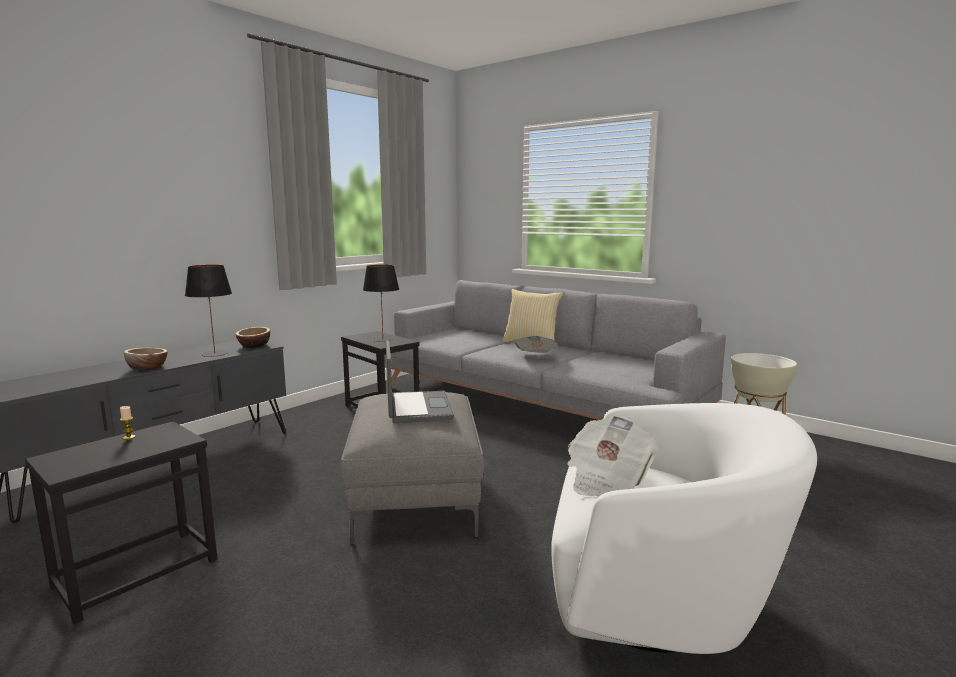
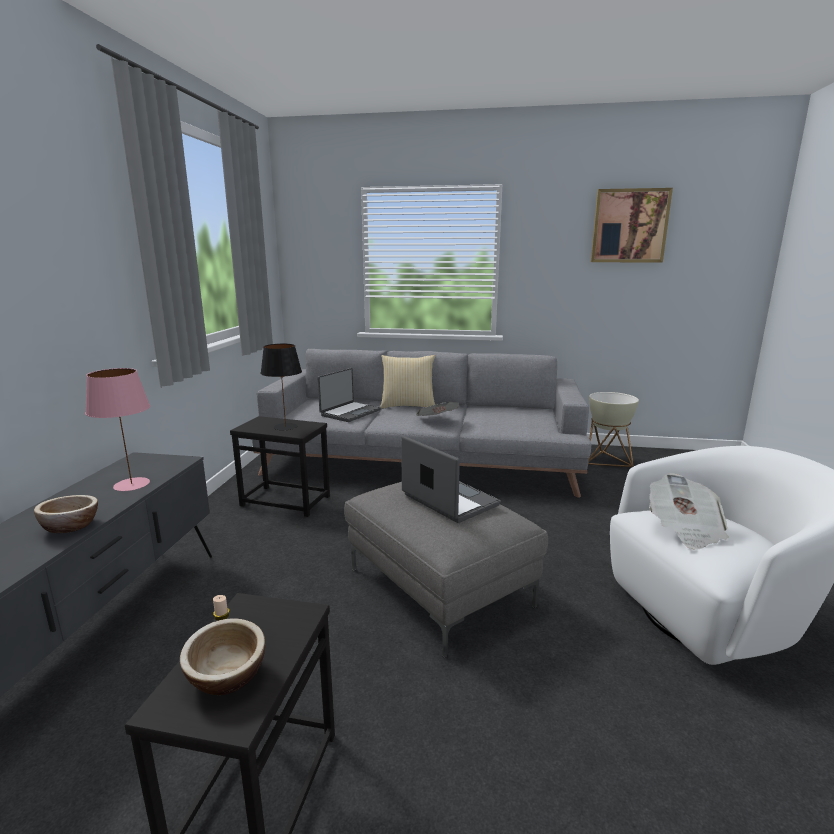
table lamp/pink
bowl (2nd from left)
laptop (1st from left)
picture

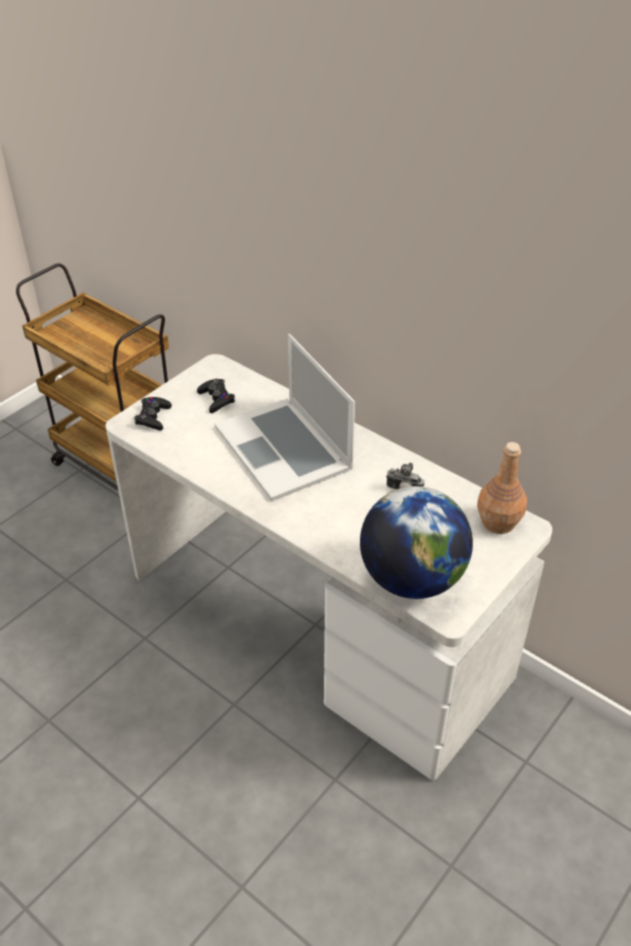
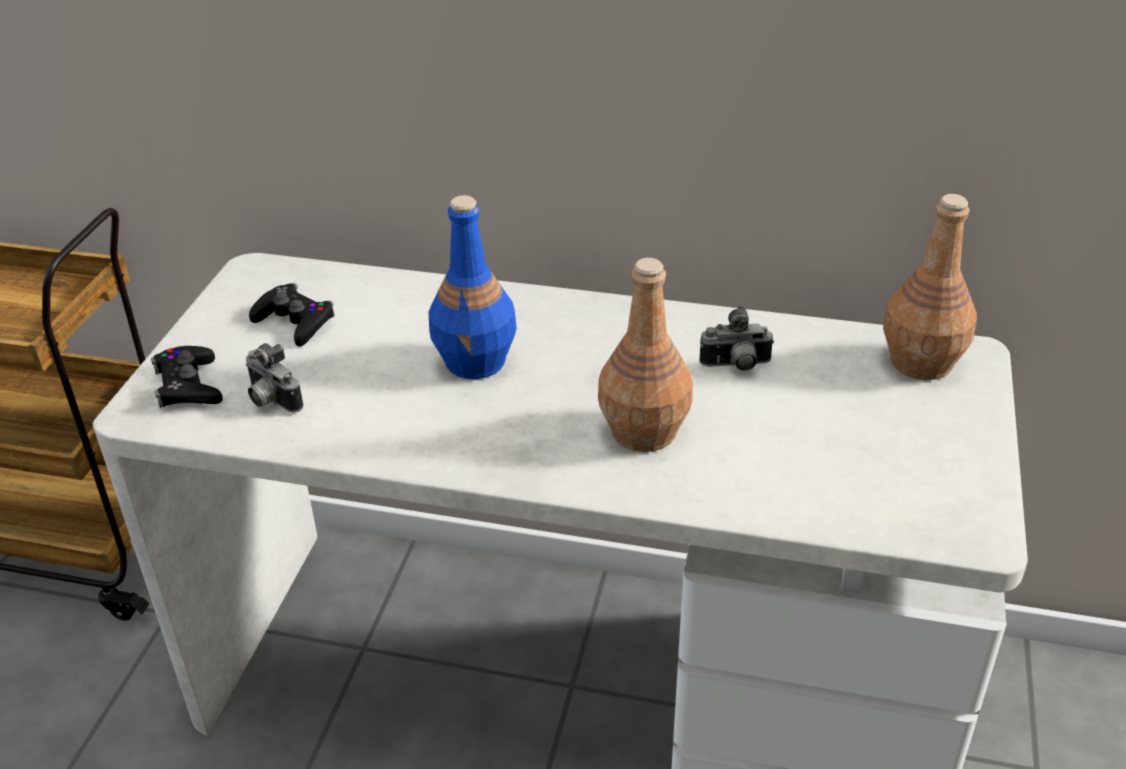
photo camera (1st from left)
bottle/blue
bottle/brown (1st from left)
globe

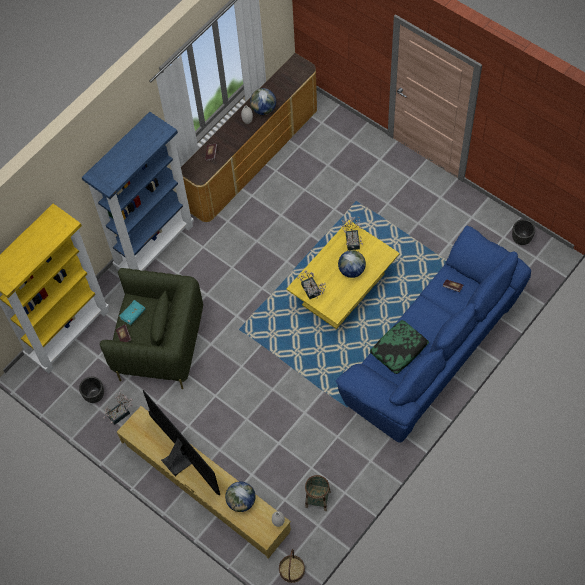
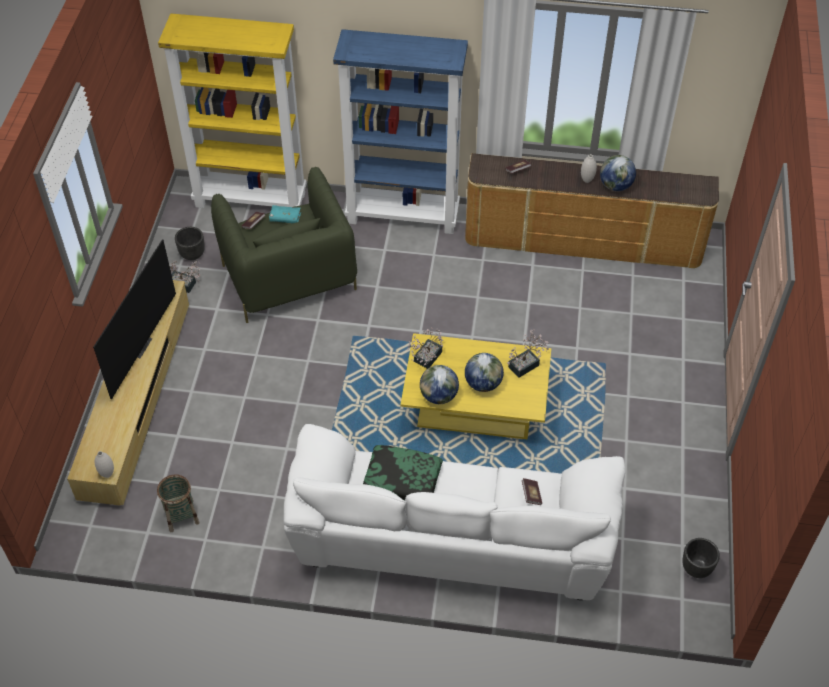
sofa/white
globe (1st from left)
basket (1st from left in the first image)

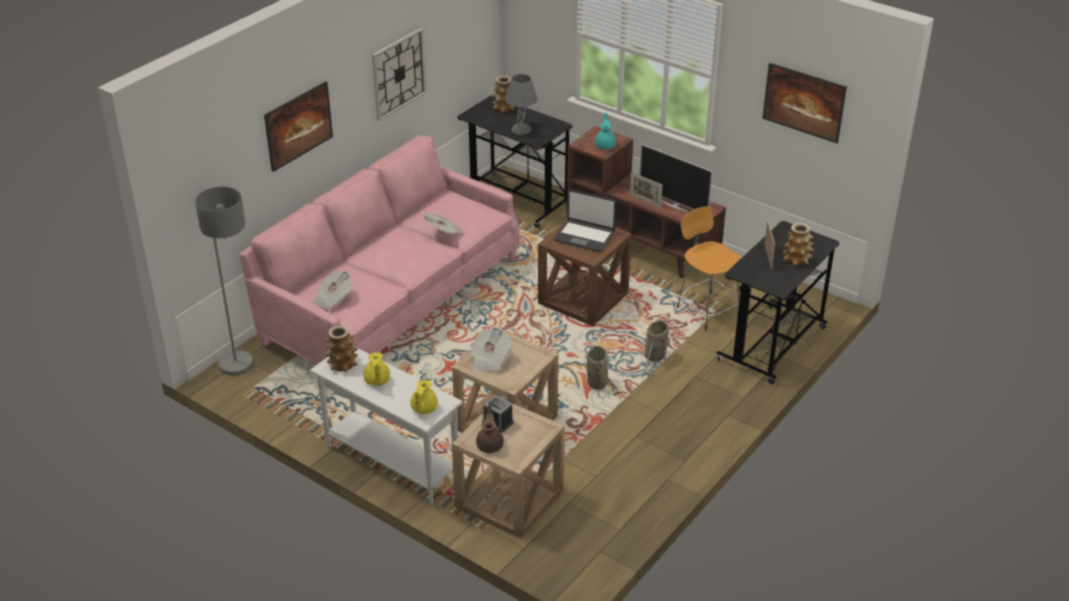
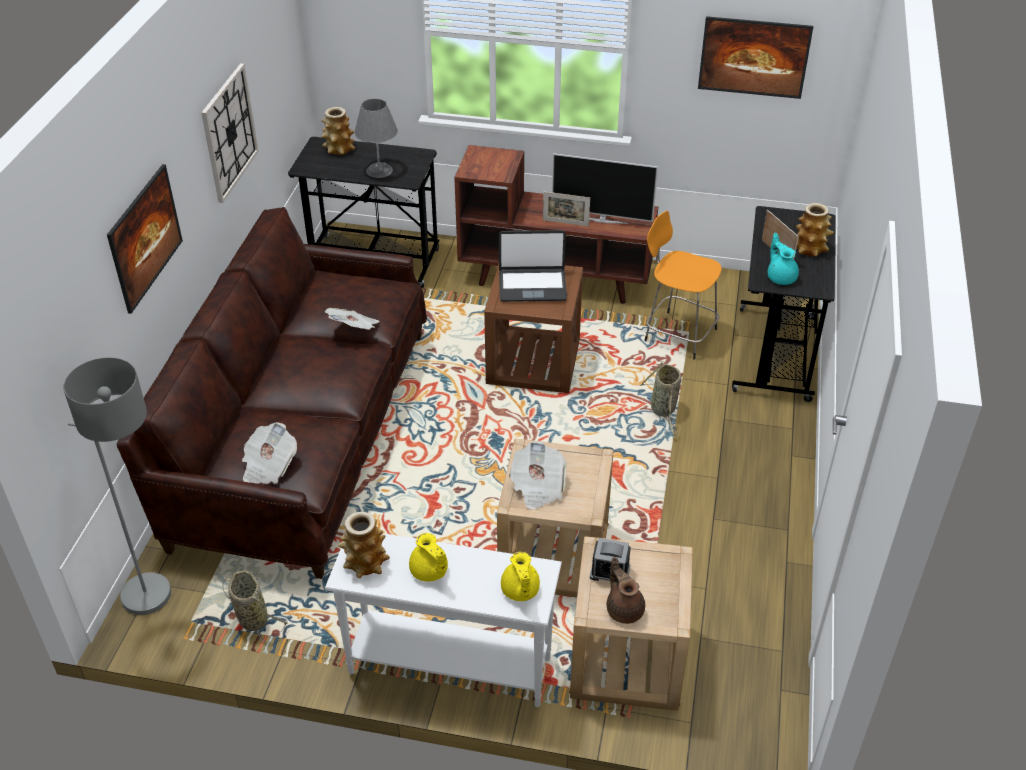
sofa/brown
basket (1st from left)
teapot/turquoise

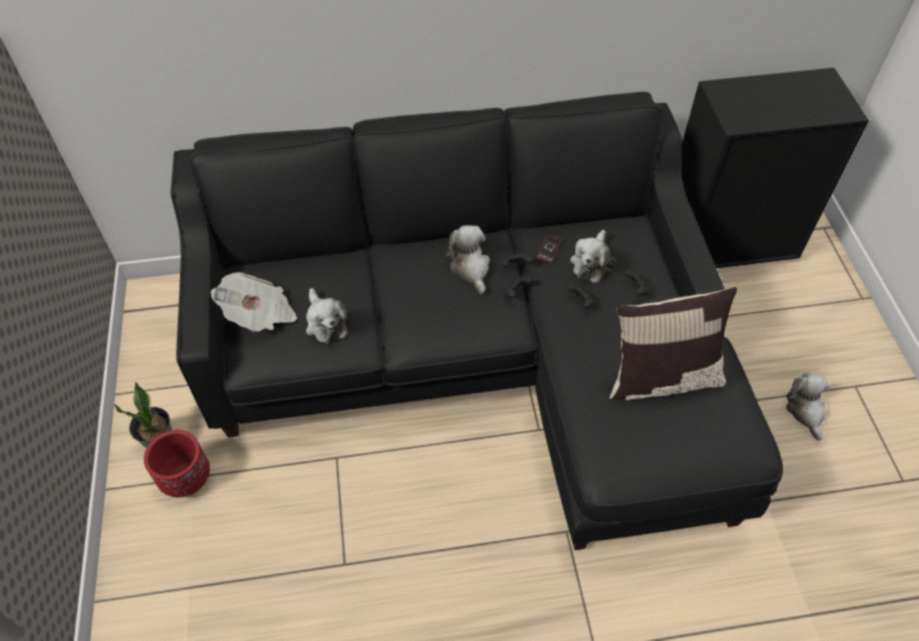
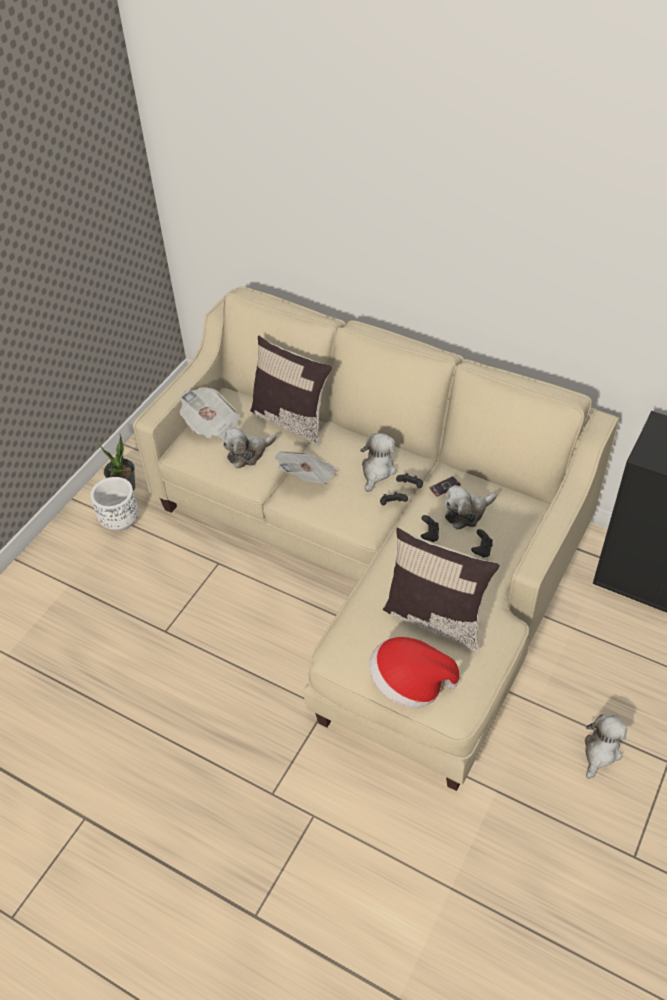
planter/white
sofa/beige
plush toy (1st from left)
pillow (1st from left)
newspaper (2nd from left)
hat

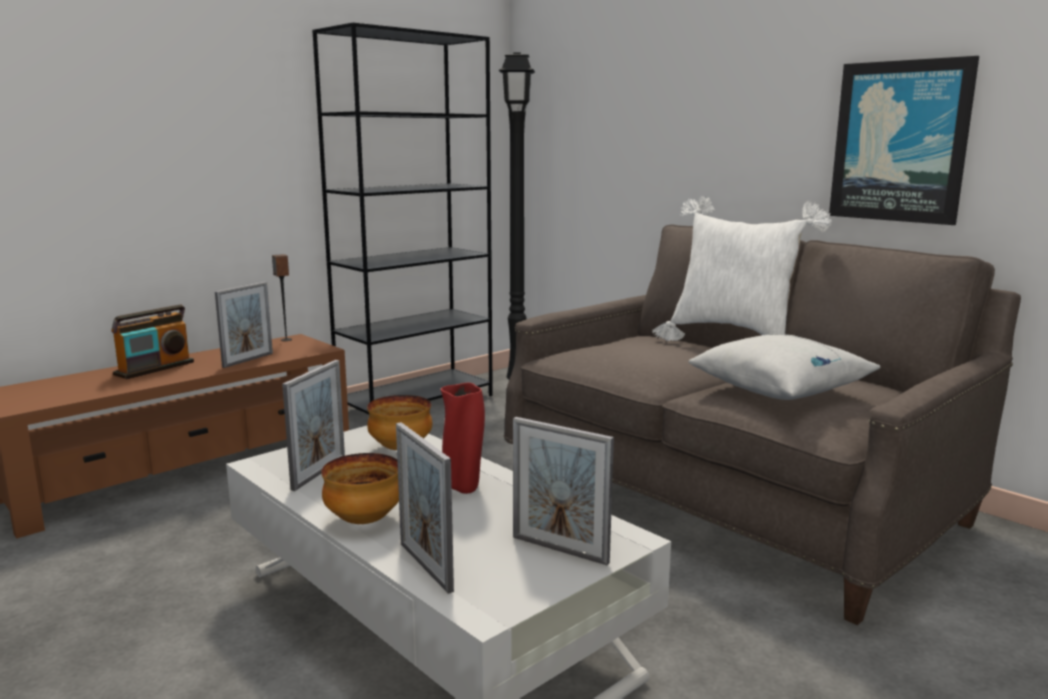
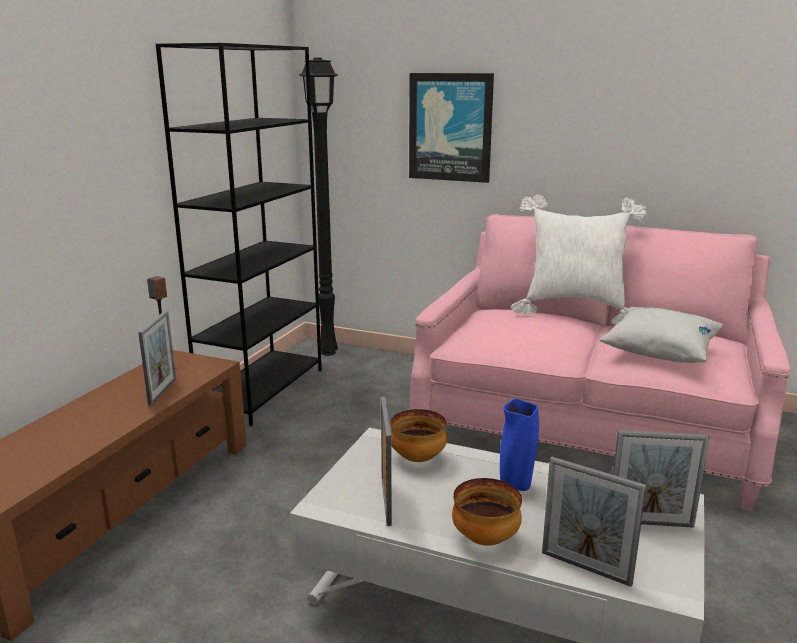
picture
sofa/pink
vase/blue
radio

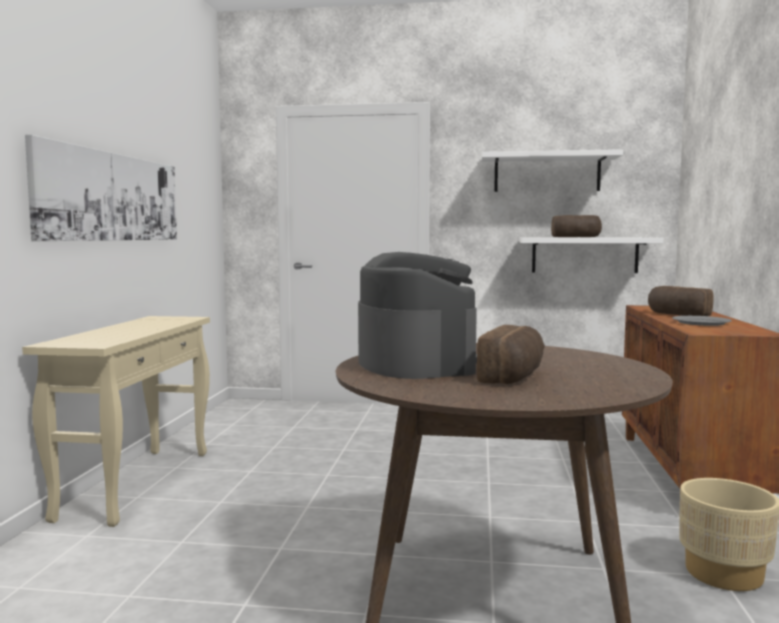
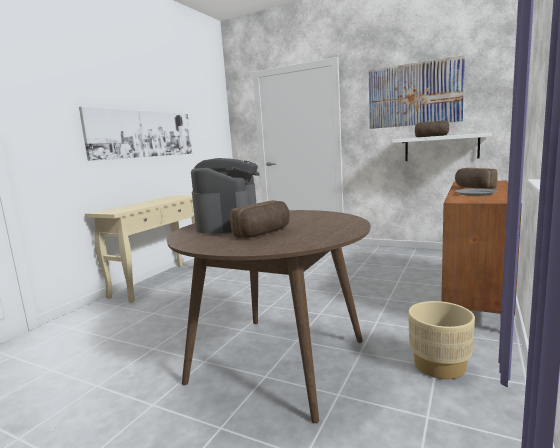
picture (2nd from left)

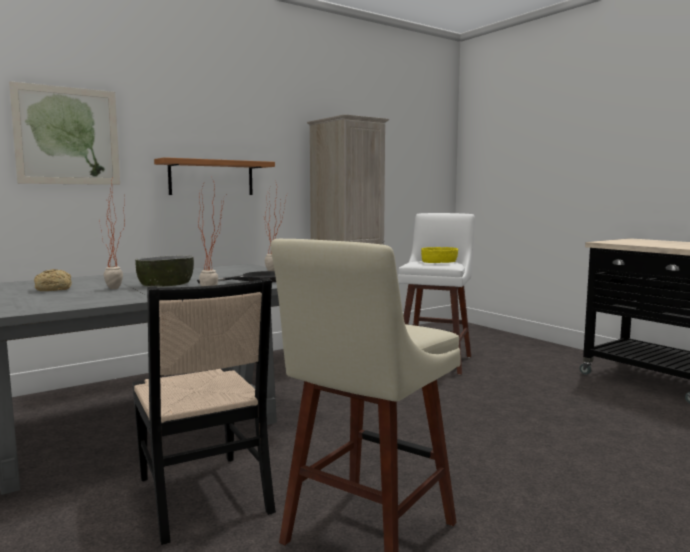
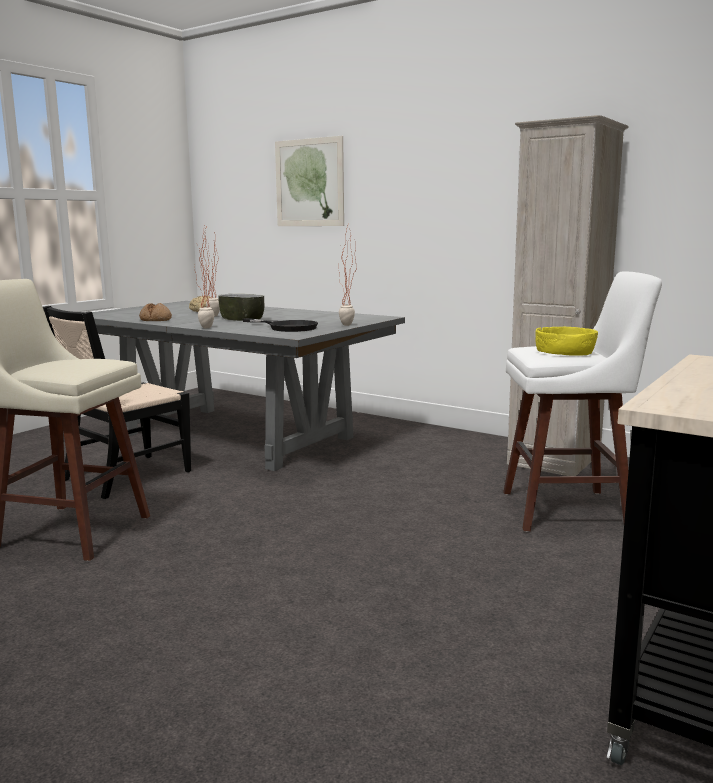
bread (1st from left)
shelf

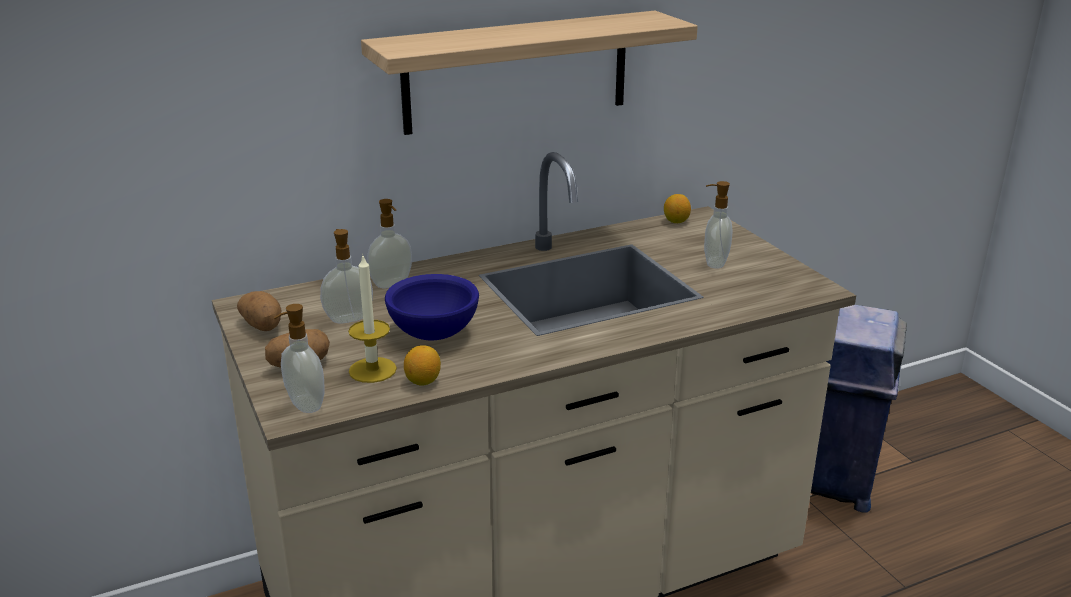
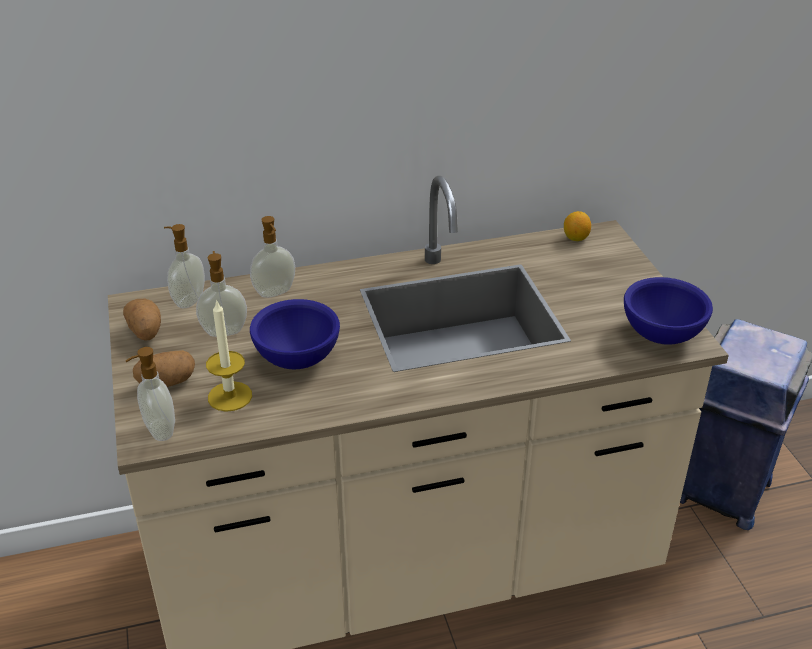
soap dispenser (2nd from left)
bowl/blue (2nd from left)
shelf
lemon (1st from left in the first image)

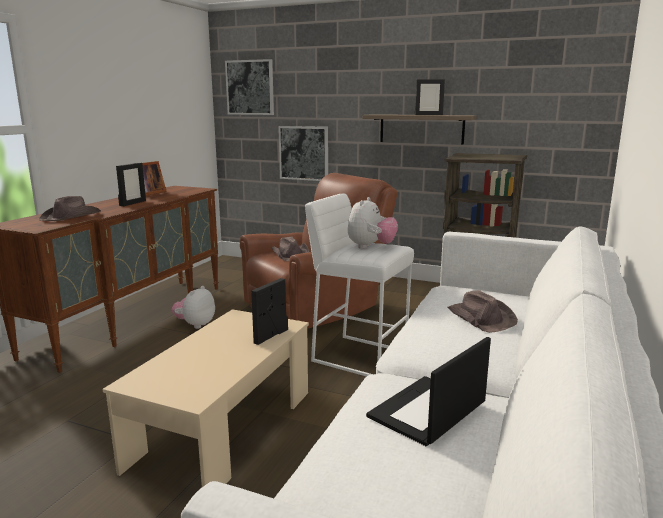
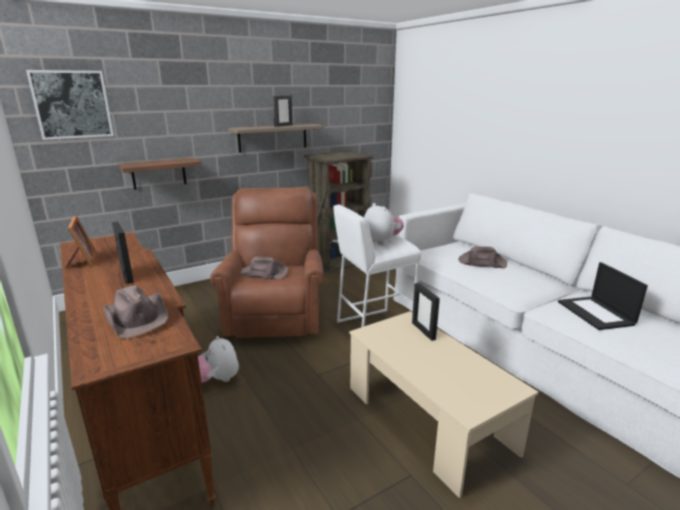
shelf (1st from left)

